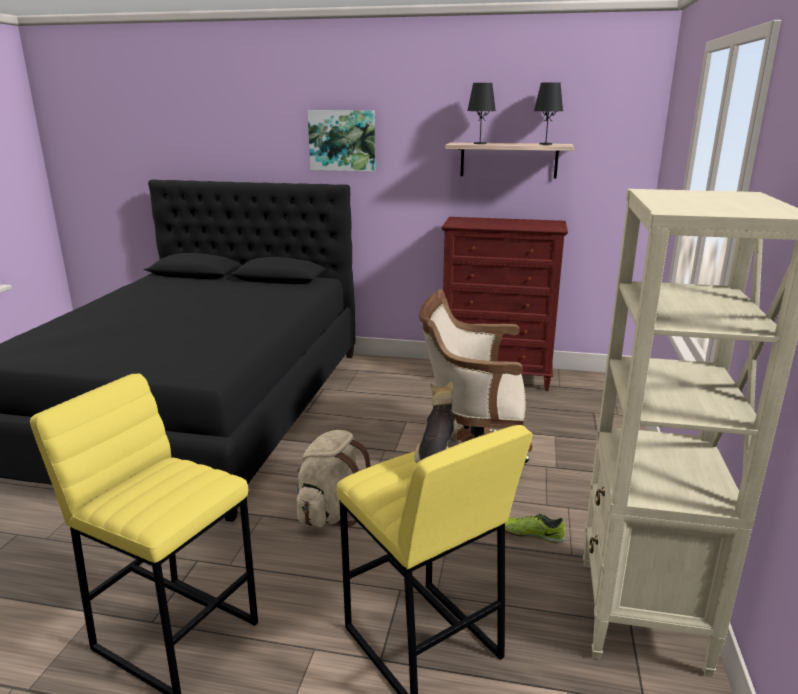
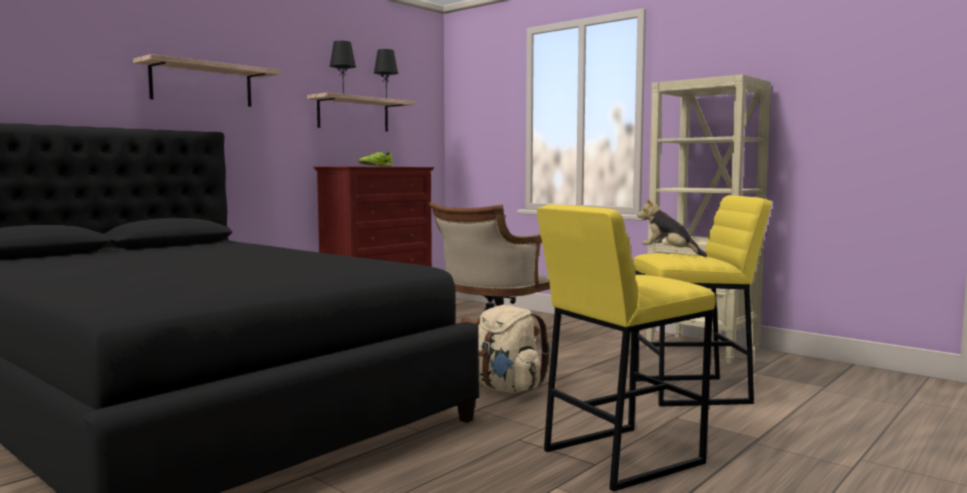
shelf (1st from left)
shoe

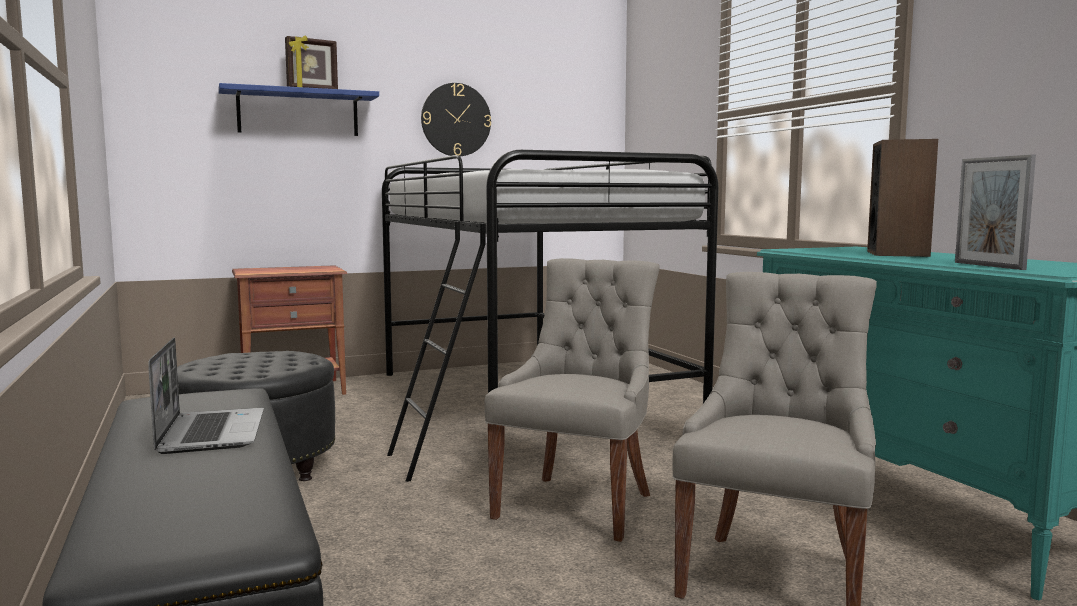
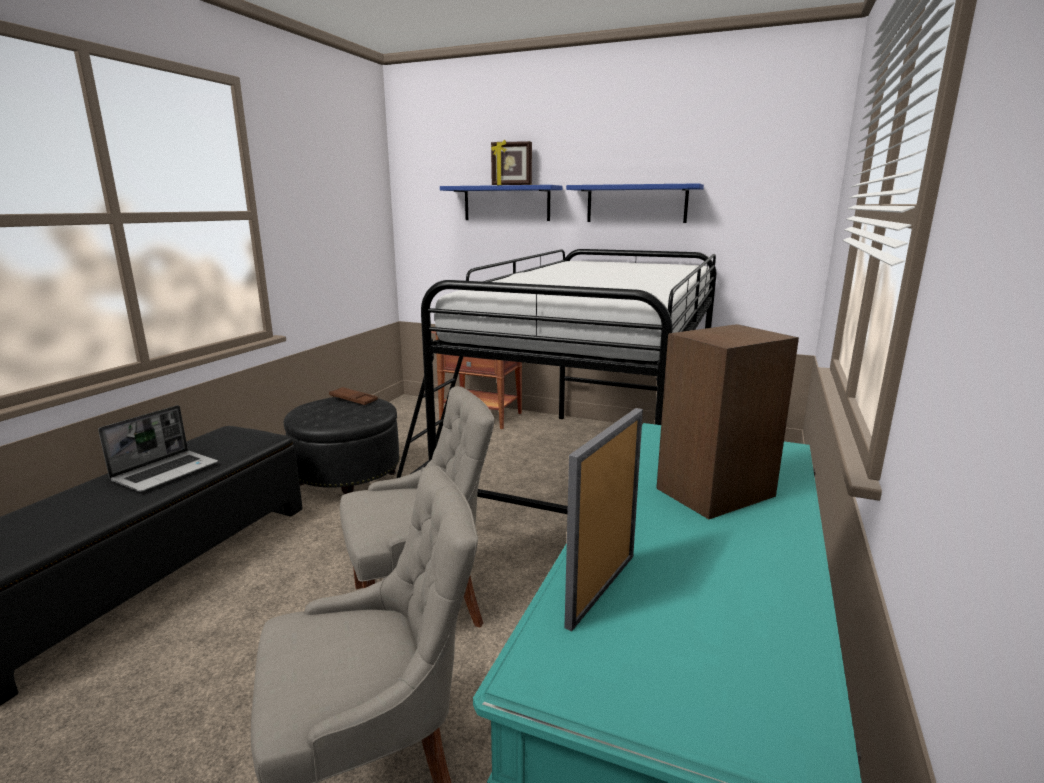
tray/brown
shelf/blue (2nd from left)

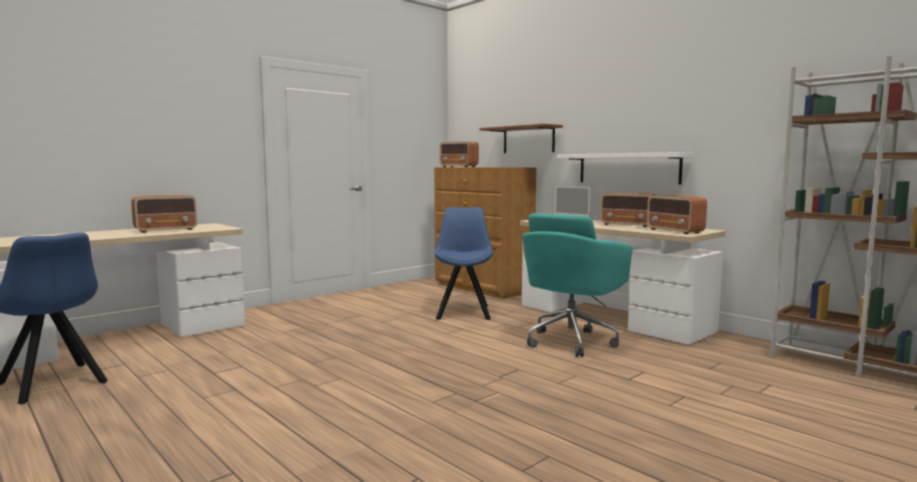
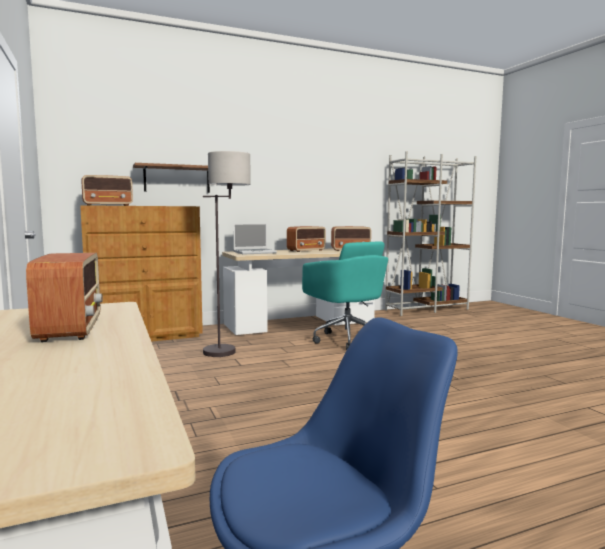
floor lamp/grey
shelf/white

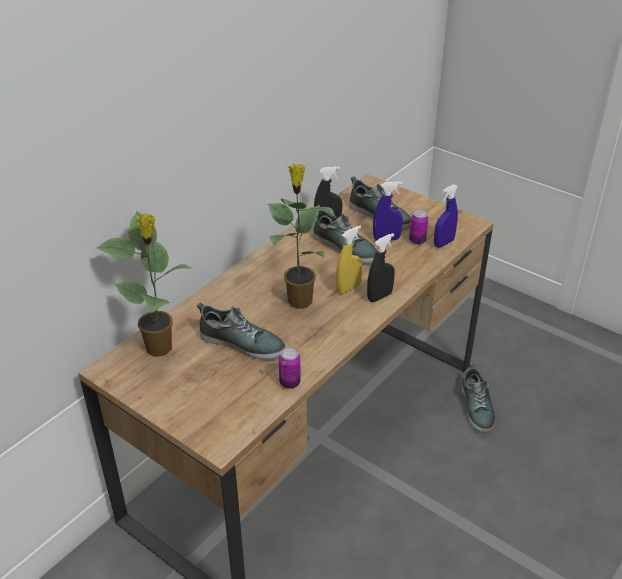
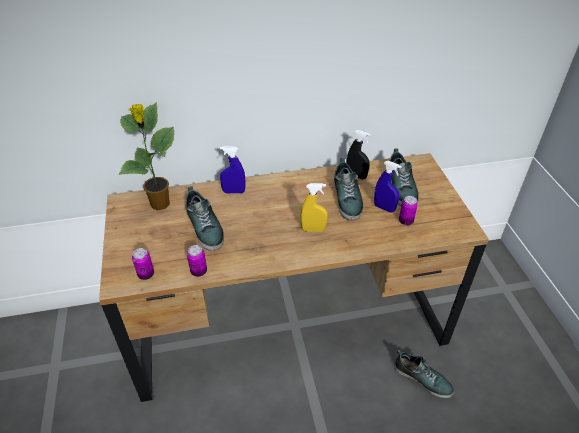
can (1st from left)
spray bottle/blue (1st from left)
shoe (4th from left)
potted plant (2nd from left in the first image)
spray bottle/black (2nd from left in the first image)

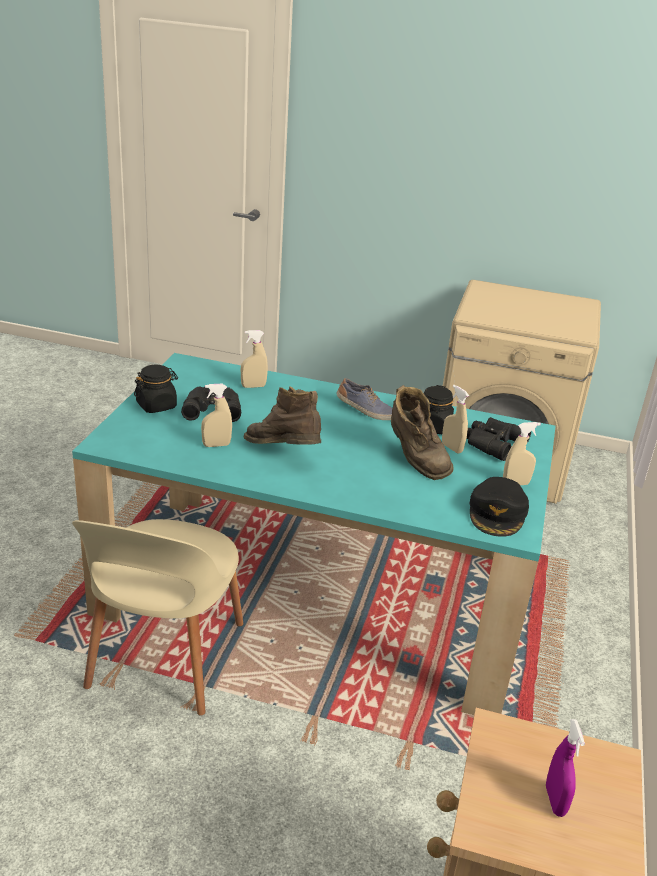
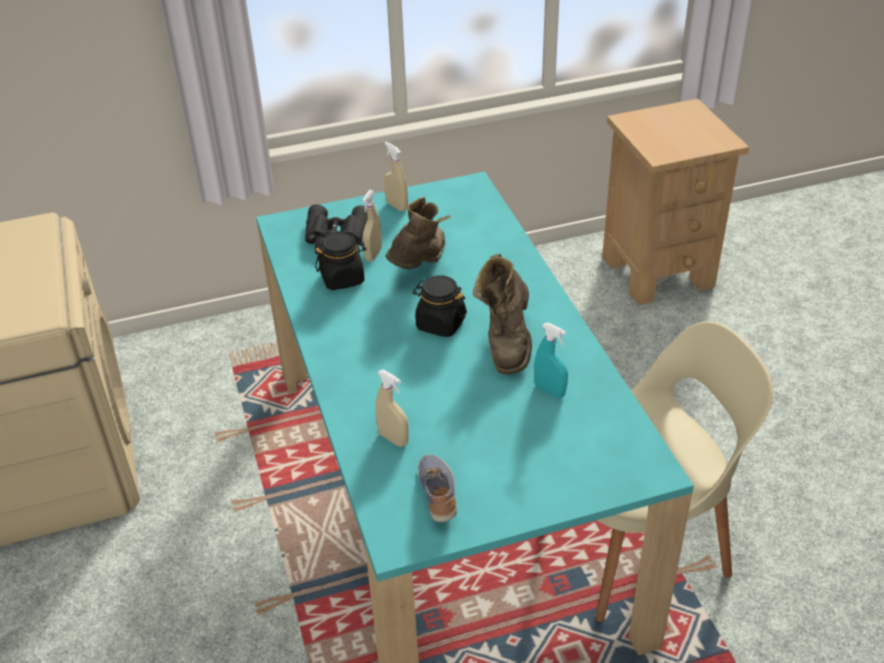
jar/black (2nd from left)
shoe
spray bottle/turquoise
binoculars/black (1st from left in the first image)
cap/black
spray bottle/purple

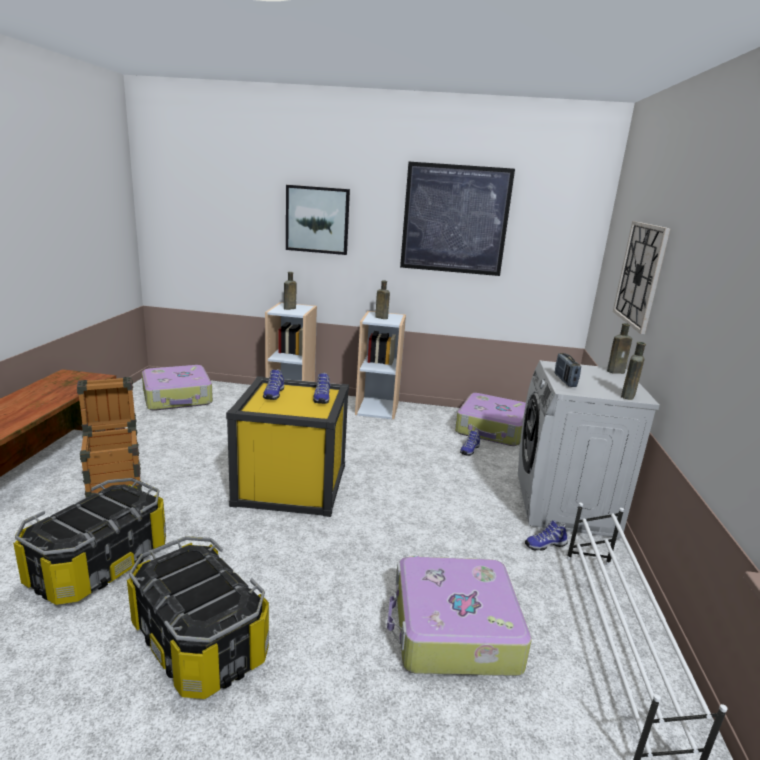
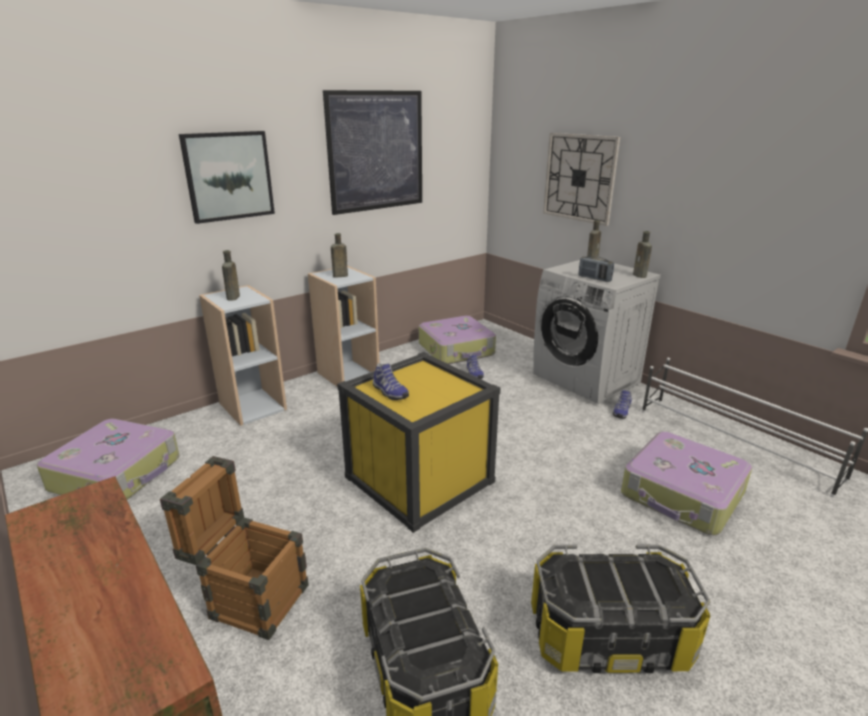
shoe (2nd from left in the first image)

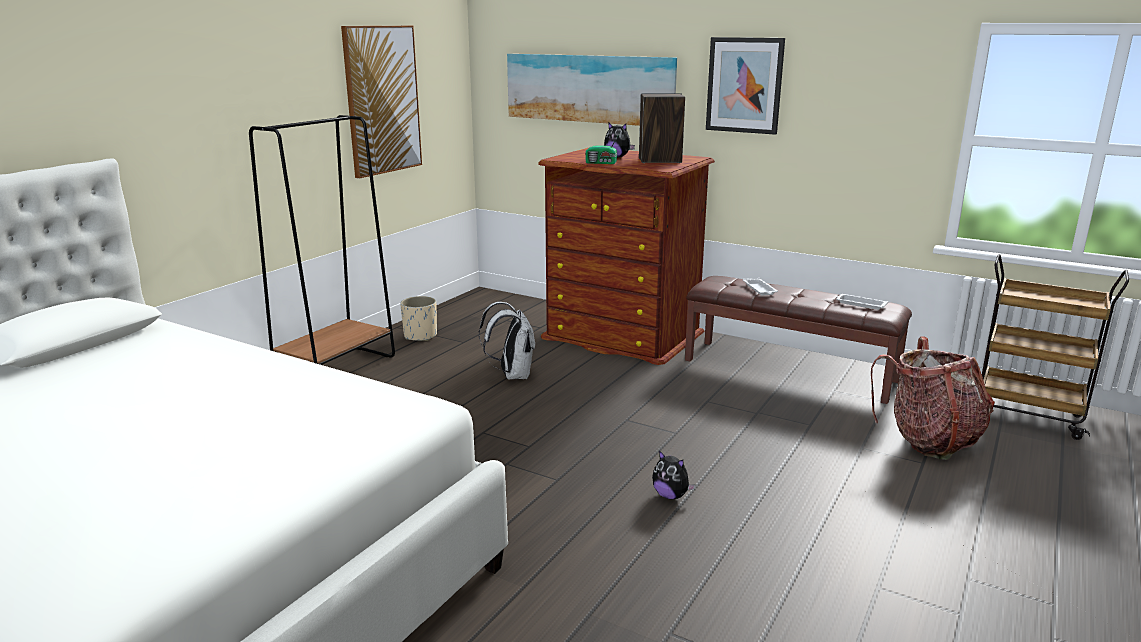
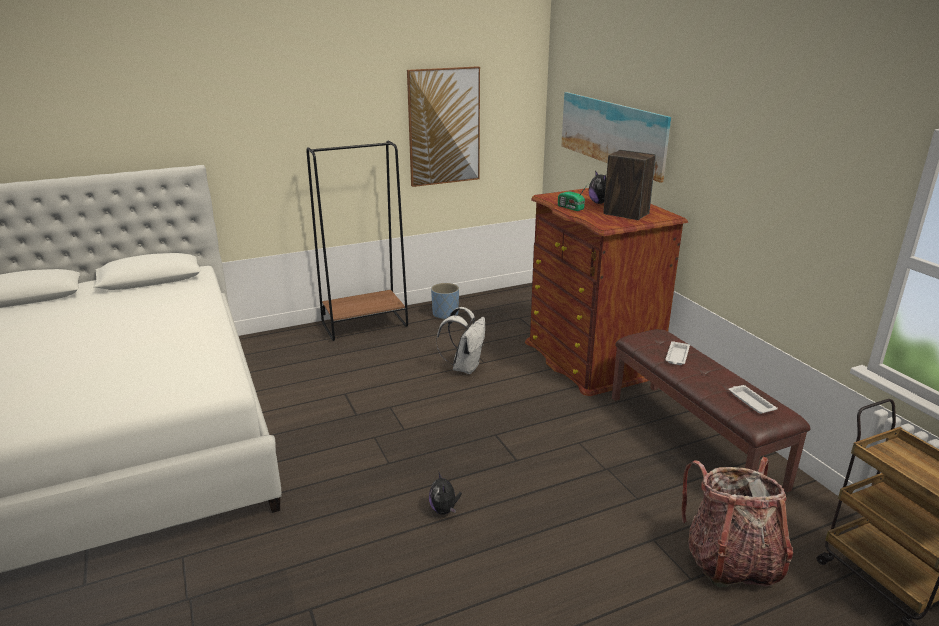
planter/blue
picture (3rd from left in the first image)

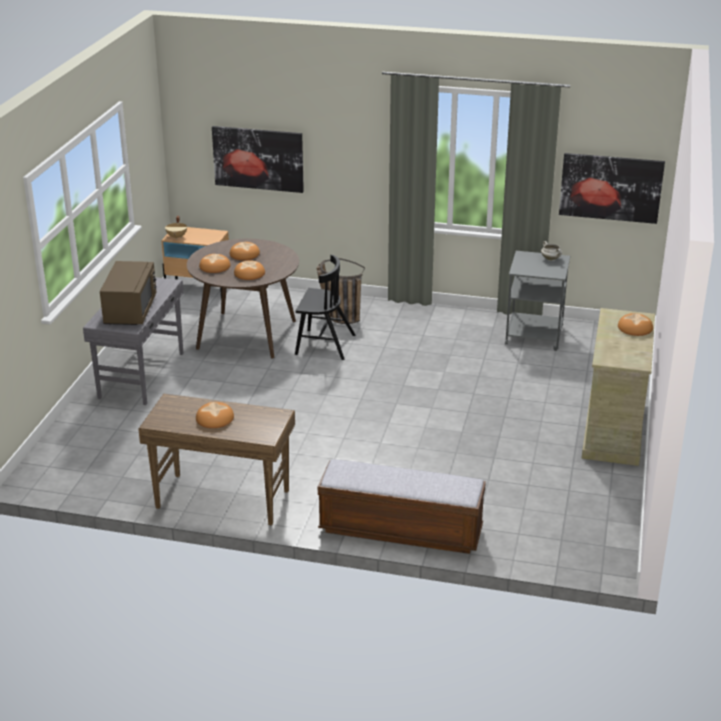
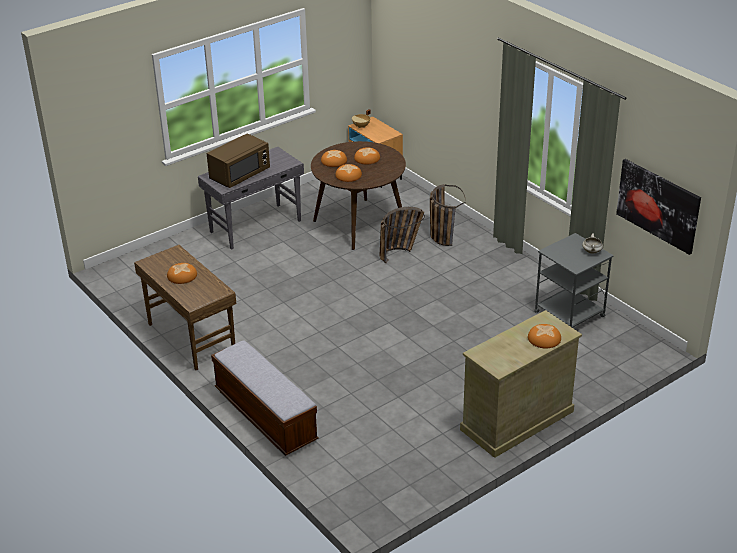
basket (1st from left)
picture (1st from left in the first image)

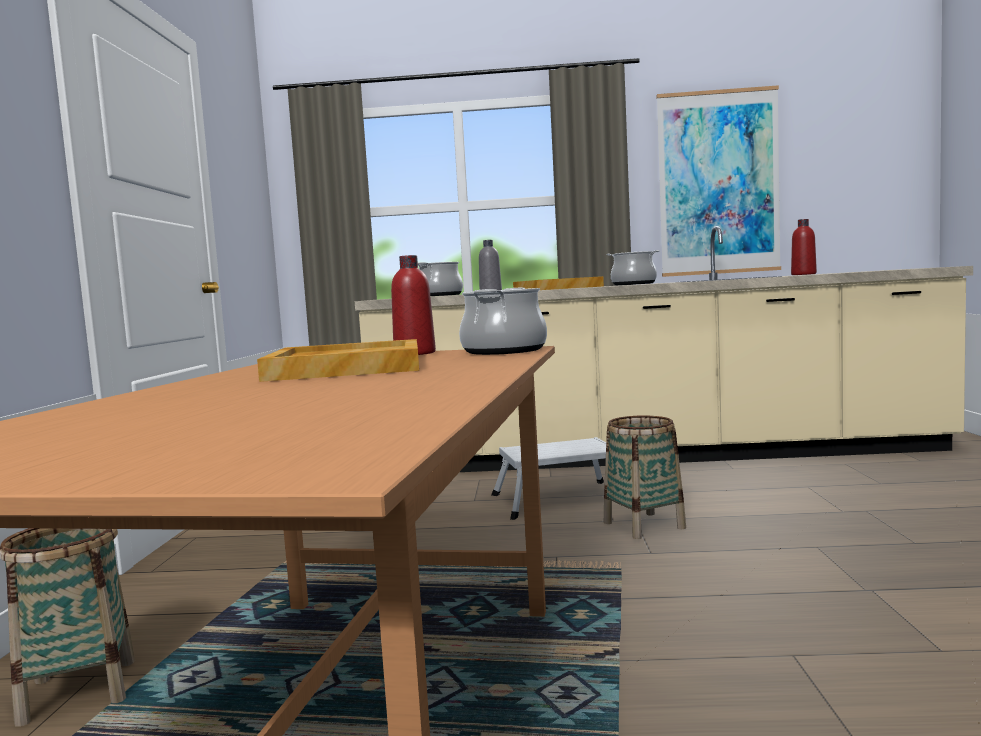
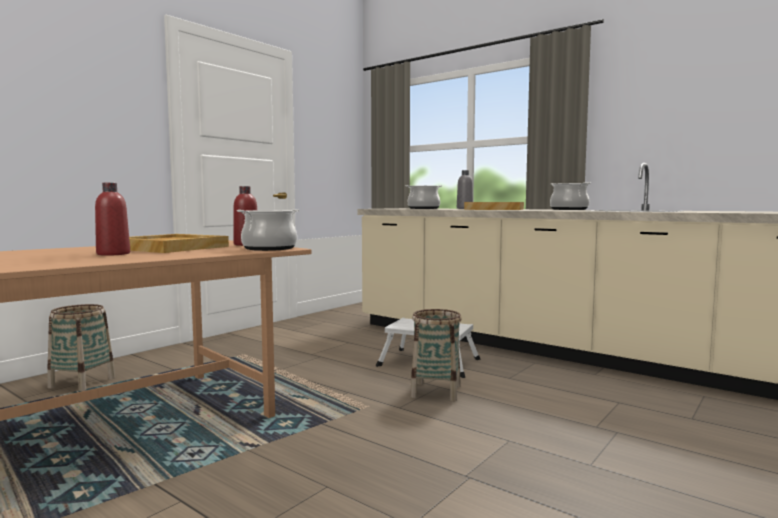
bottle/red (1st from left)
picture

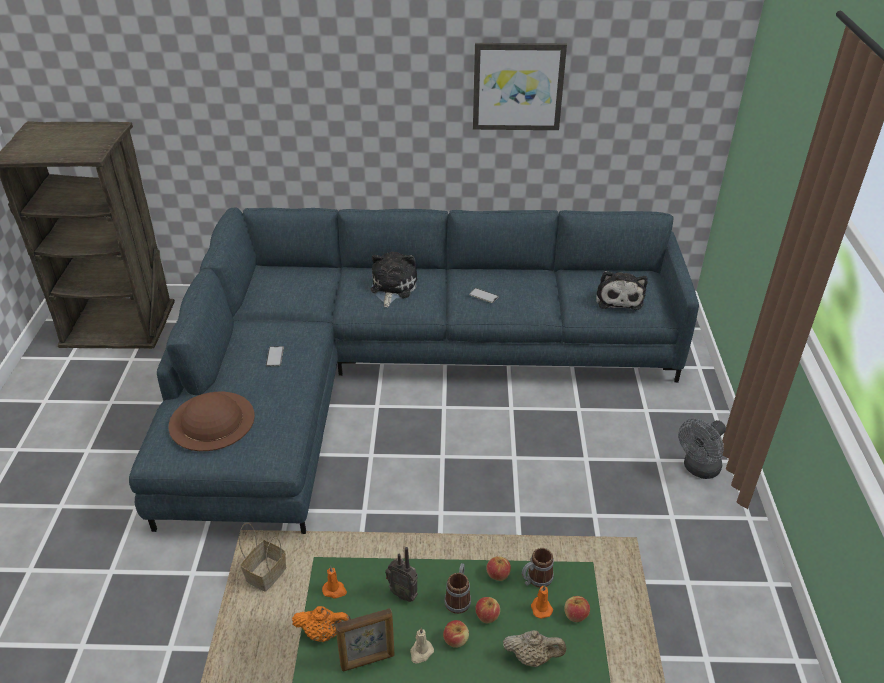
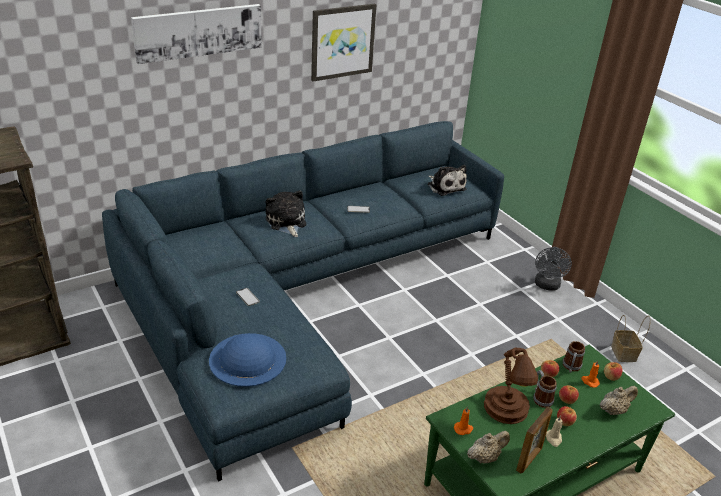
picture (1st from left)
hat/blue
teapot/beige (1st from left)
table lamp/brown
basket

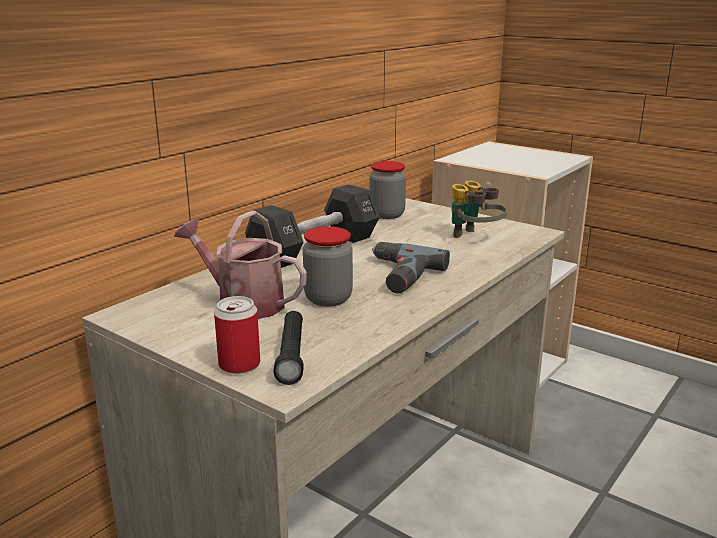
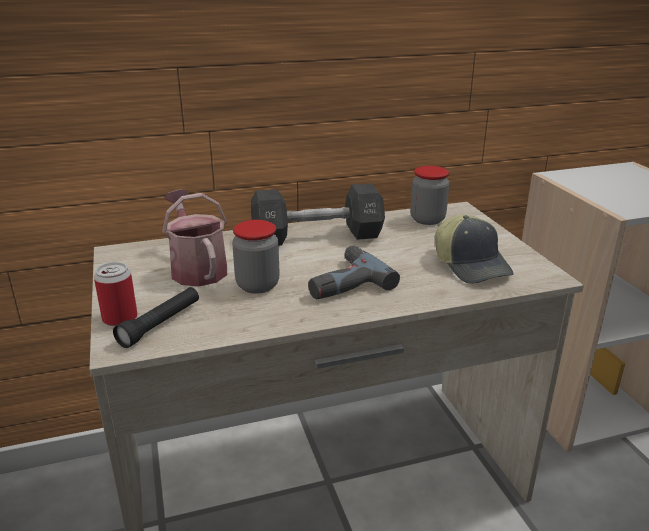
cap

